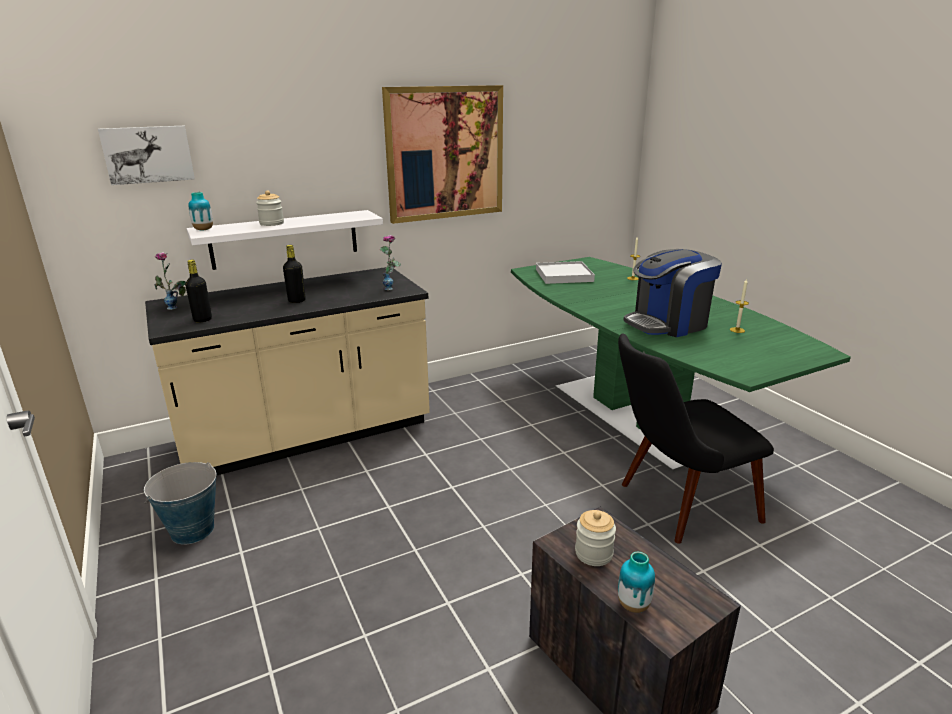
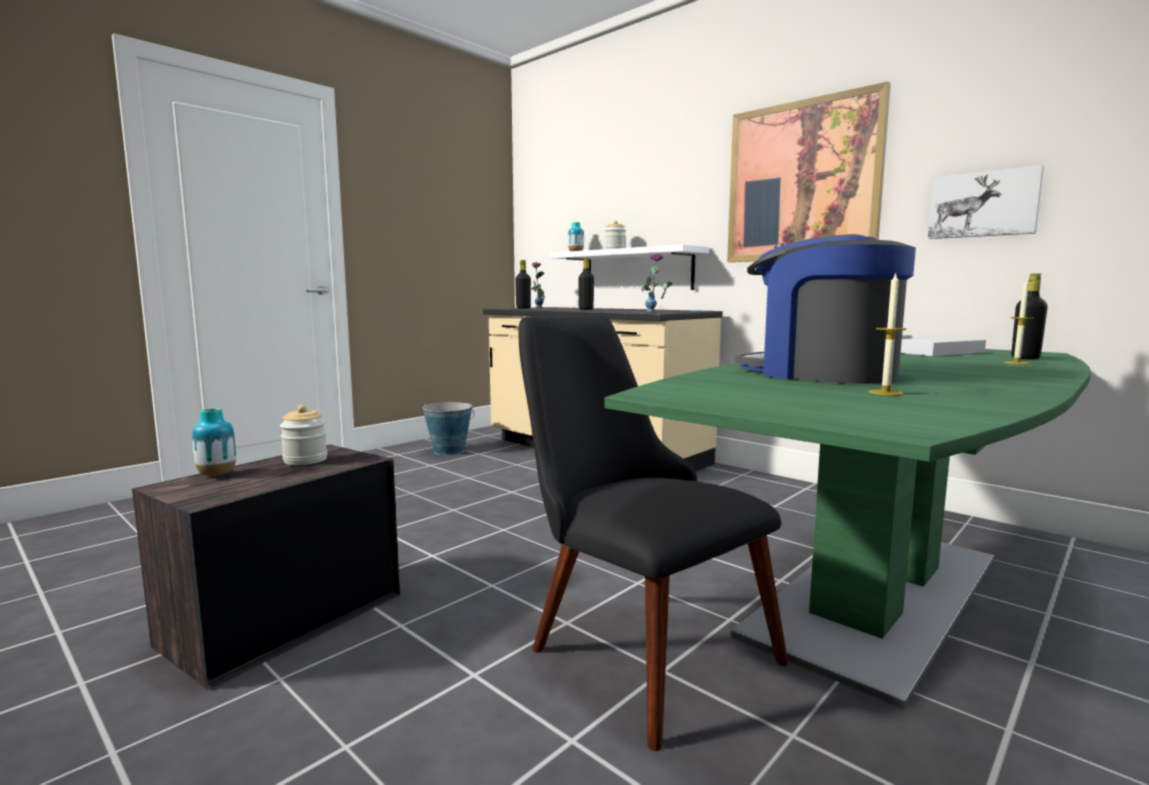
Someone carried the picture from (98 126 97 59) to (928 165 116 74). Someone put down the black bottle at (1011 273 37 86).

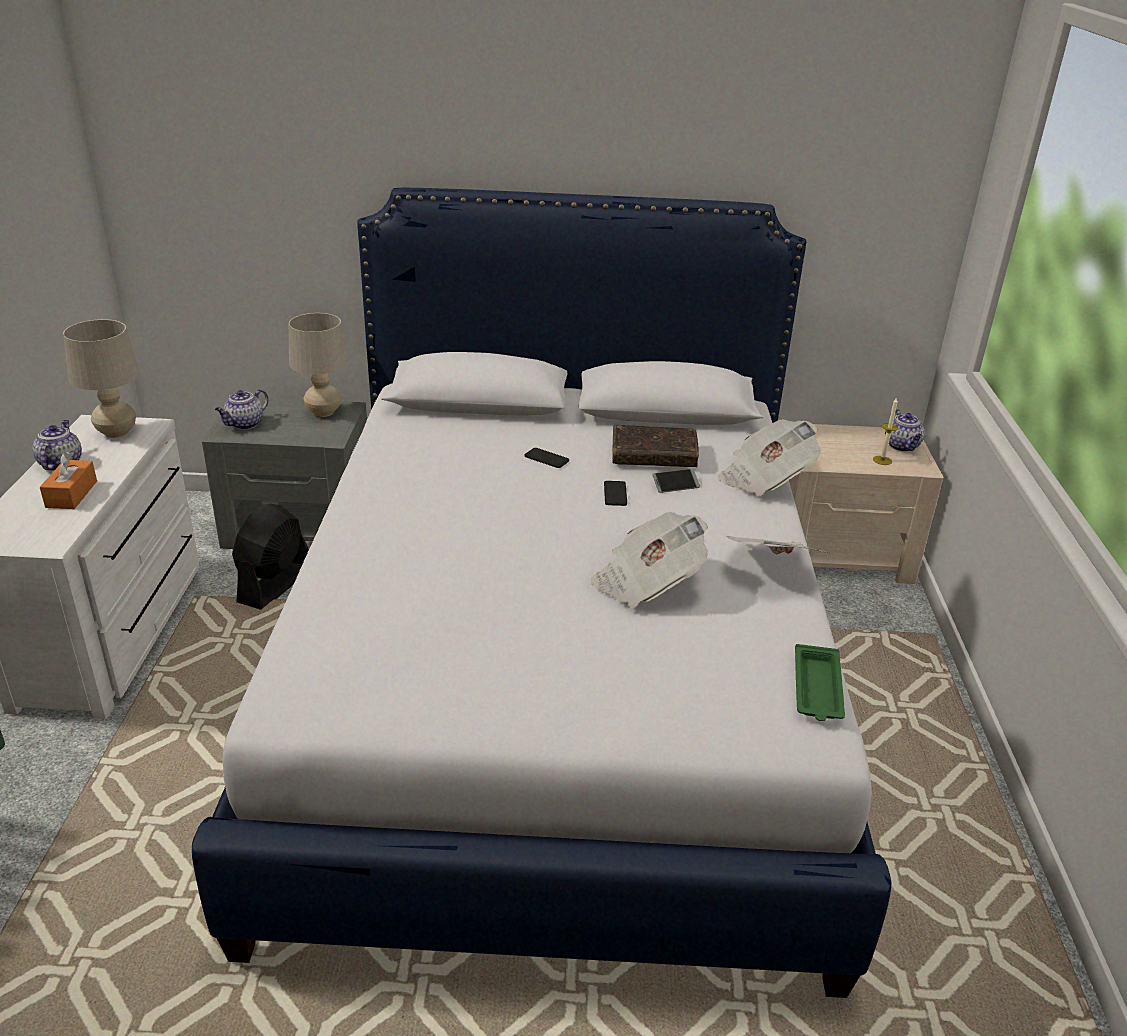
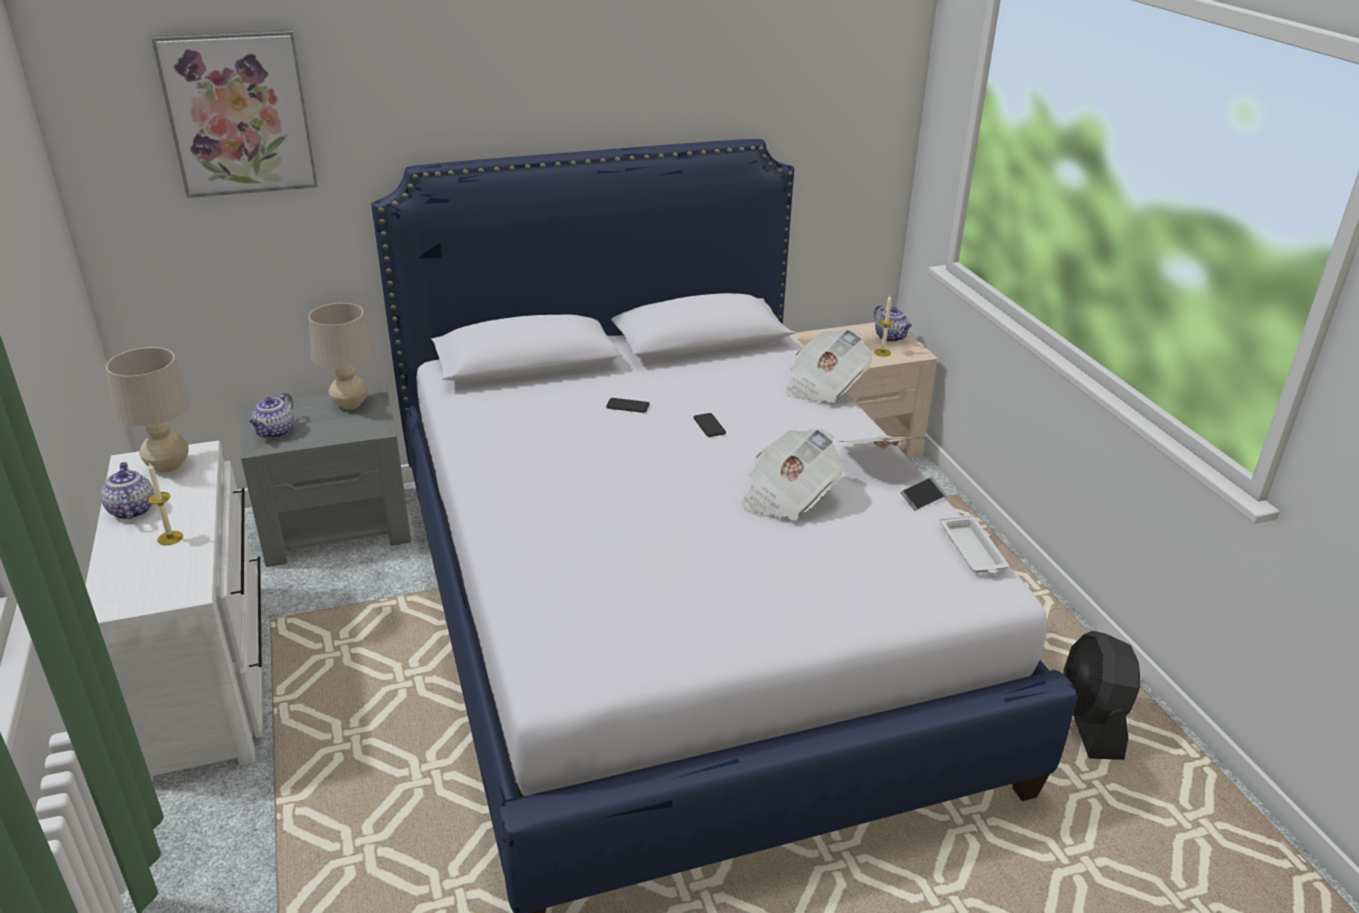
Someone swapped the orange tissue box at (40 451 57 58) for the candle at (148 463 35 82). Someone carried the black fan from (232 504 77 106) to (1064 631 76 129). Someone took away the brown book at (612 425 87 42). Someone carried the phone from (652 469 48 24) to (900 477 46 33). Someone repainted the green tray at (795 644 50 77), which became the white tray at (939 515 70 59). Someone put up the picture at (151 29 167 169).

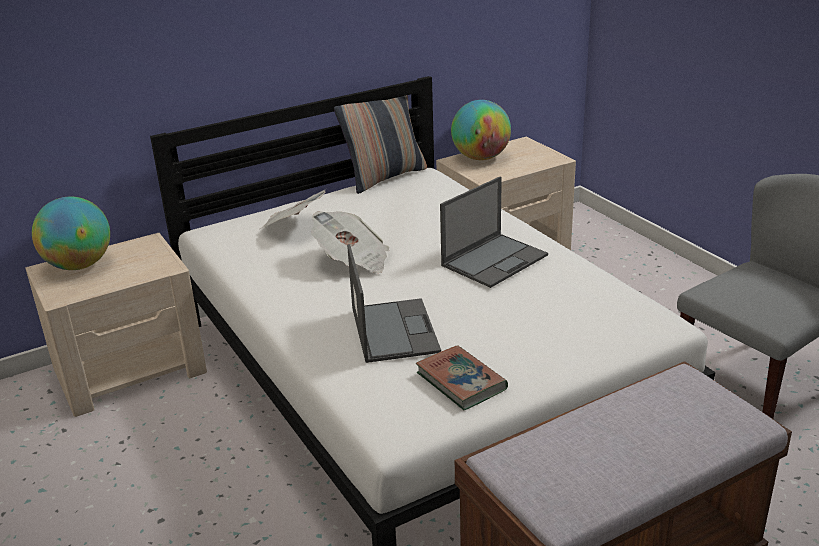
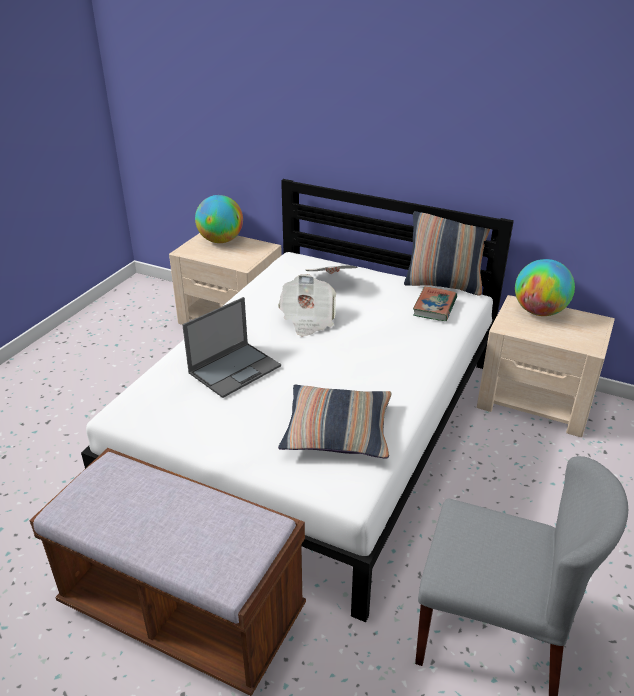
Someone carried the book from (416 345 92 65) to (413 286 44 35). Someone took away the laptop at (440 177 108 111). Someone put down the pillow at (278 385 114 74).

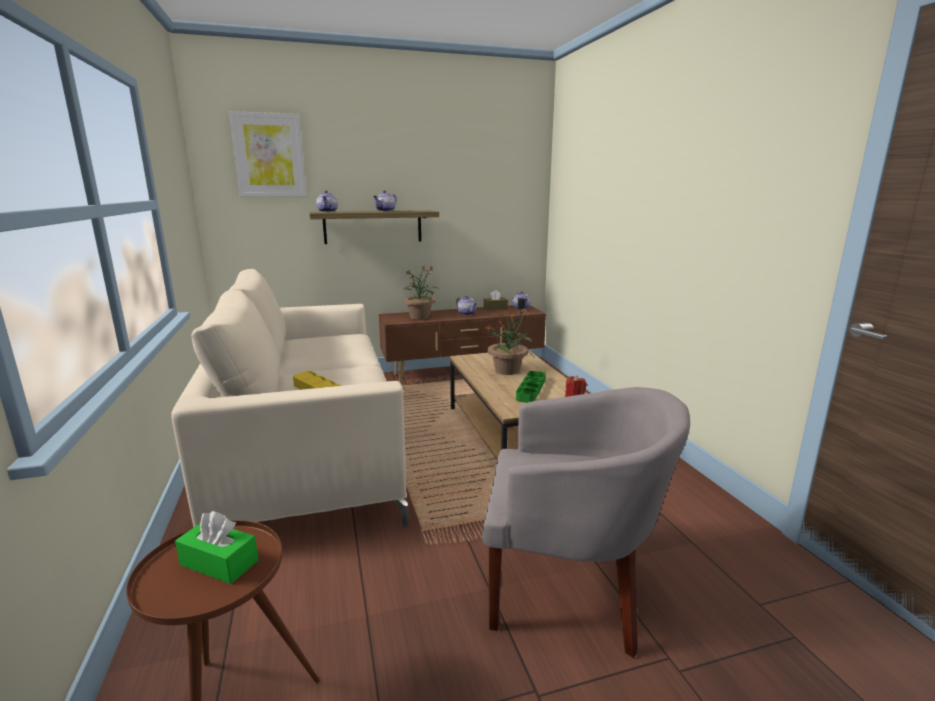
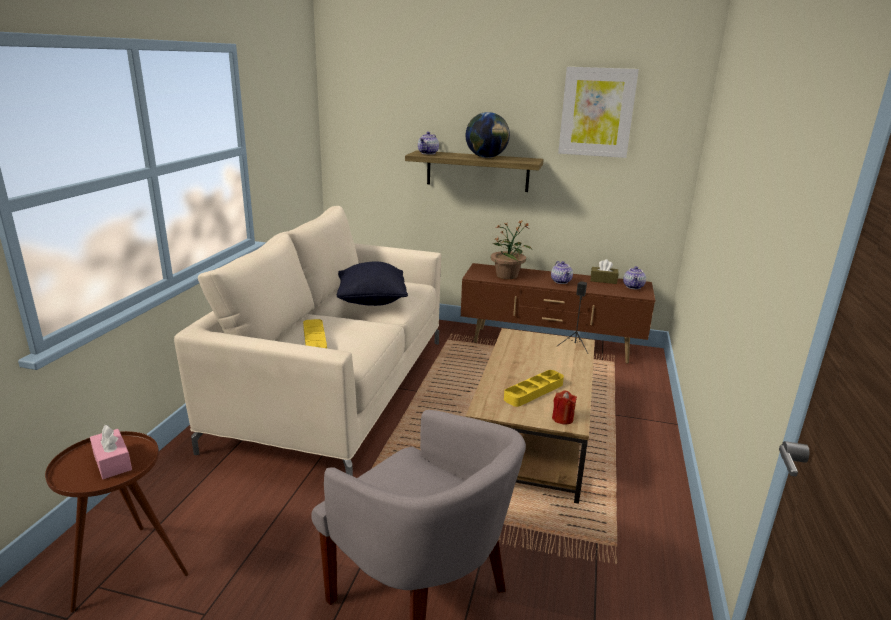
Someone repainted the green tissue box at (175 511 84 73), which became the pink tissue box at (90 425 42 54). Someone carried the picture from (229 111 78 86) to (558 67 81 91). Someone swapped the teapot at (373 190 24 22) for the globe at (466 112 44 46). Someone took away the potted plant at (486 308 47 67). Someone repainted the green tray at (516 371 30 32), which became the yellow tray at (504 370 60 37). Someone put down the black pillow at (336 262 72 44).

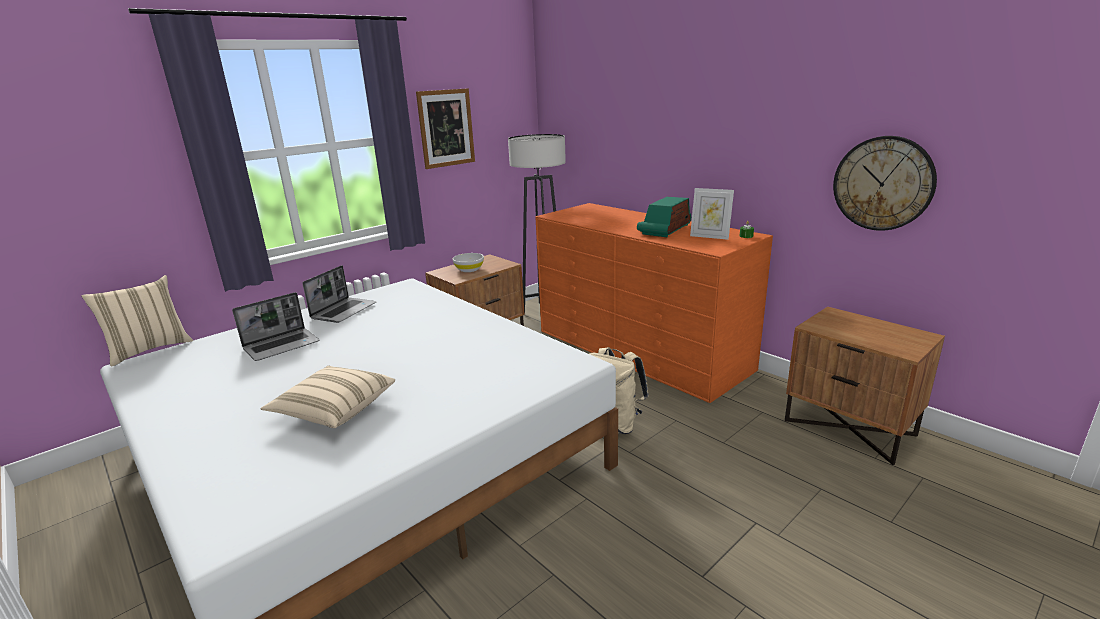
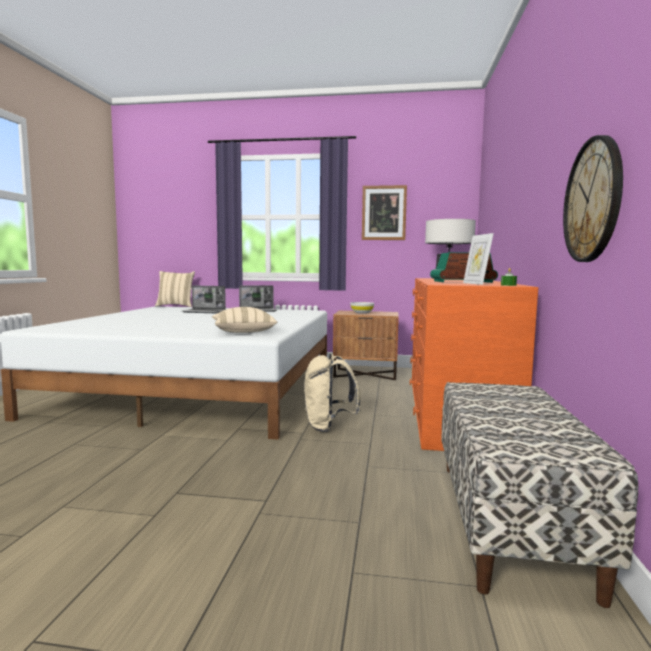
Someone carried the beige pillow from (261 366 134 62) to (212 307 65 26). Someone swapped the brown nightstand at (785 307 160 158) for the bench at (441 382 197 226).

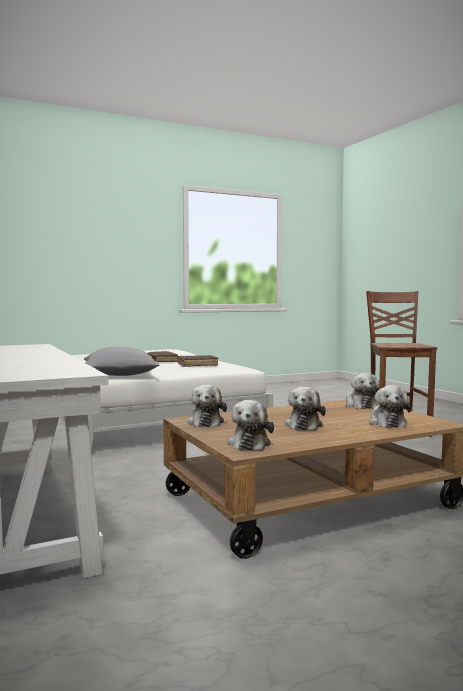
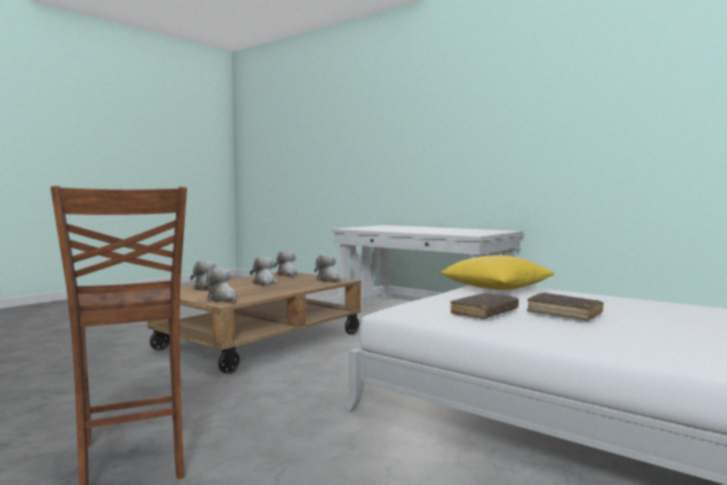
Someone repainted the grey pillow at (84 346 75 30), which became the yellow pillow at (439 255 115 35).

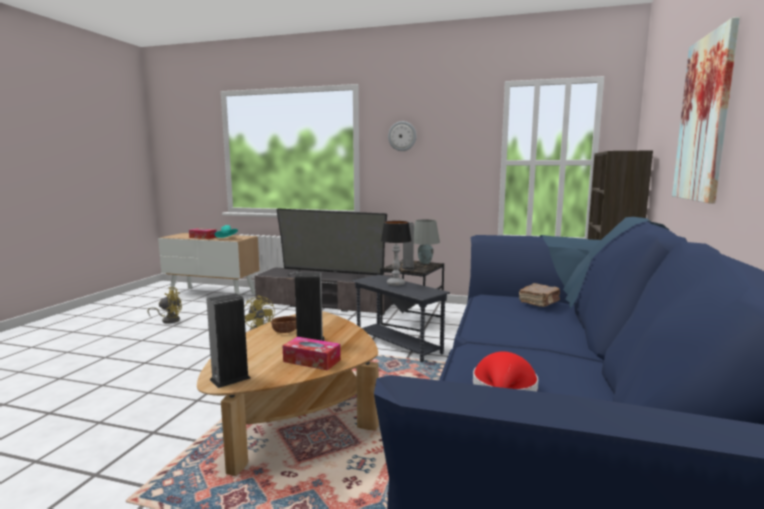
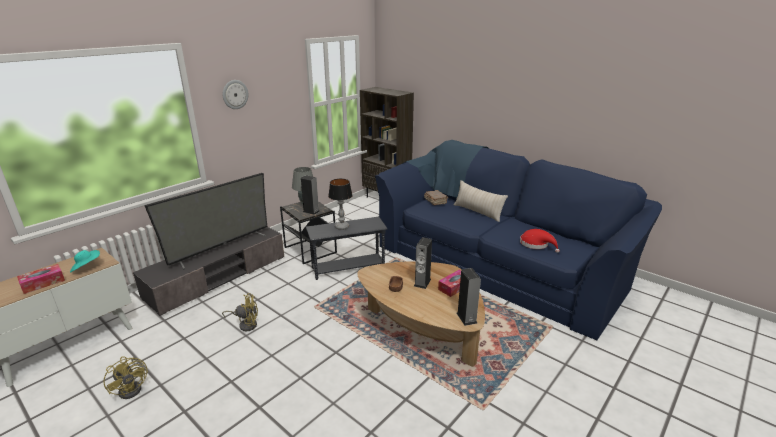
Someone rotated the yellow fan at (147 287 35 37) by 120 degrees clockwise. Someone took away the picture at (672 17 68 186). Someone put down the beige pillow at (454 180 54 42).

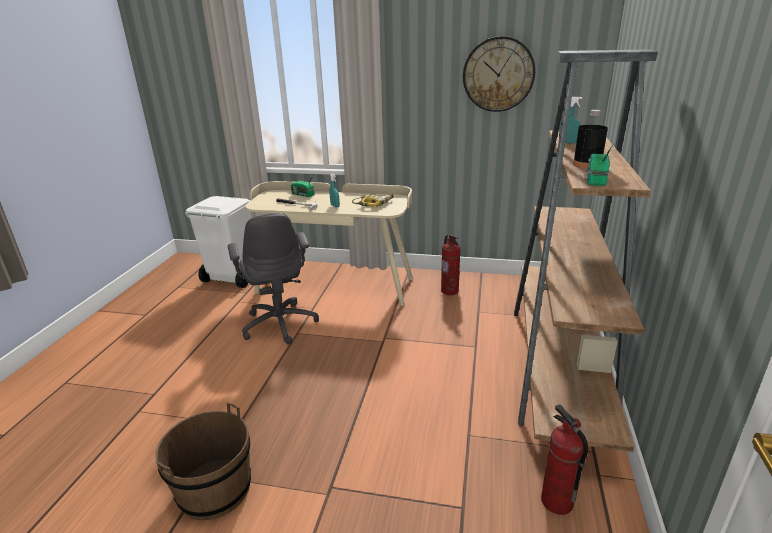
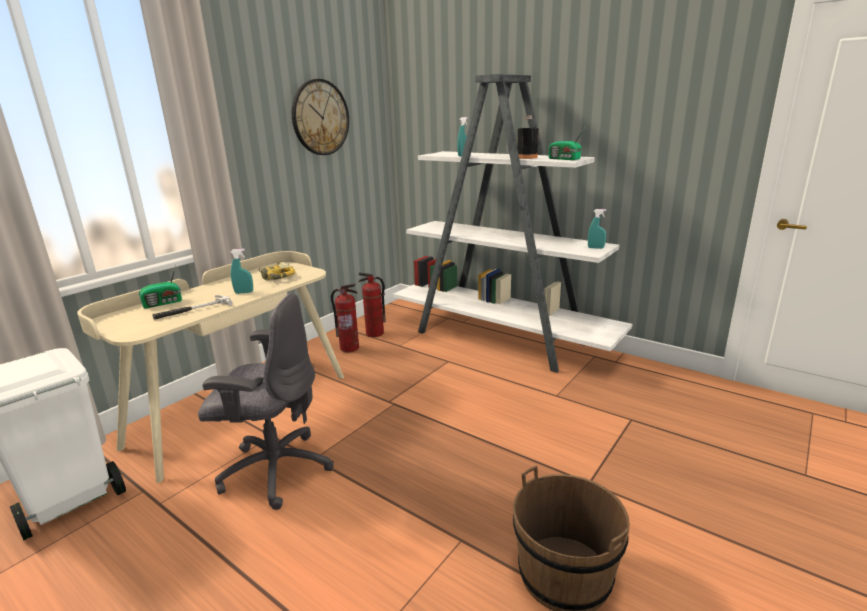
Someone repainted the brown bookcase at (514 49 144 403), which became the white bookcase at (393 74 239 299). Someone carried the fire extinguisher from (541 404 47 111) to (359 273 27 64). Someone put down the turquoise spray bottle at (588 209 18 40).

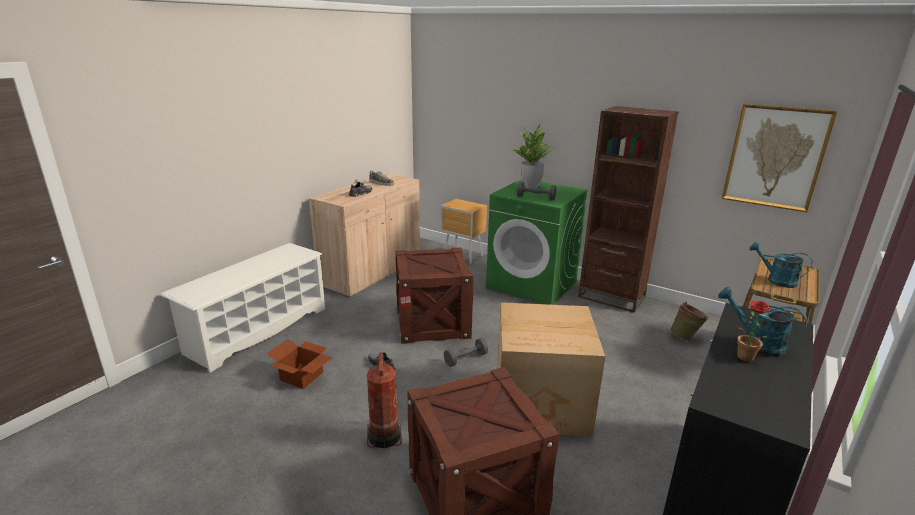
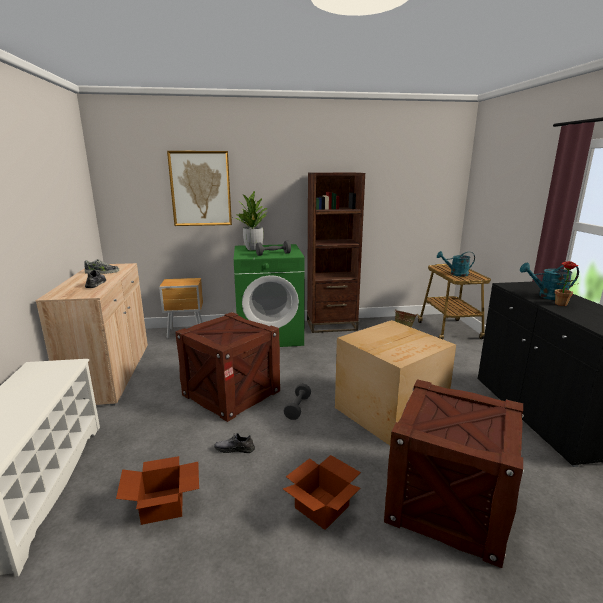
Someone swapped the fire extinguisher at (366 352 36 96) for the cardboard box at (283 455 78 75). Someone carried the picture from (722 104 115 108) to (167 151 65 75).

